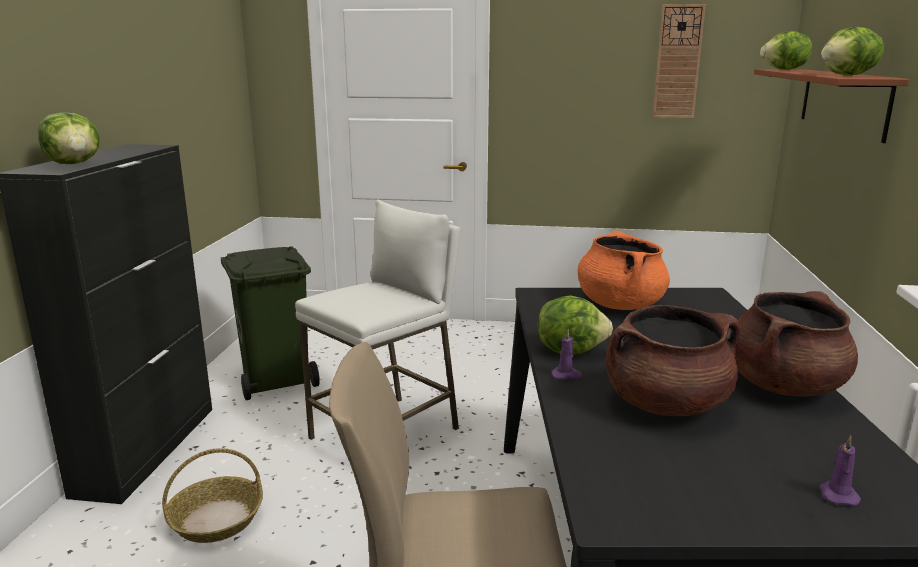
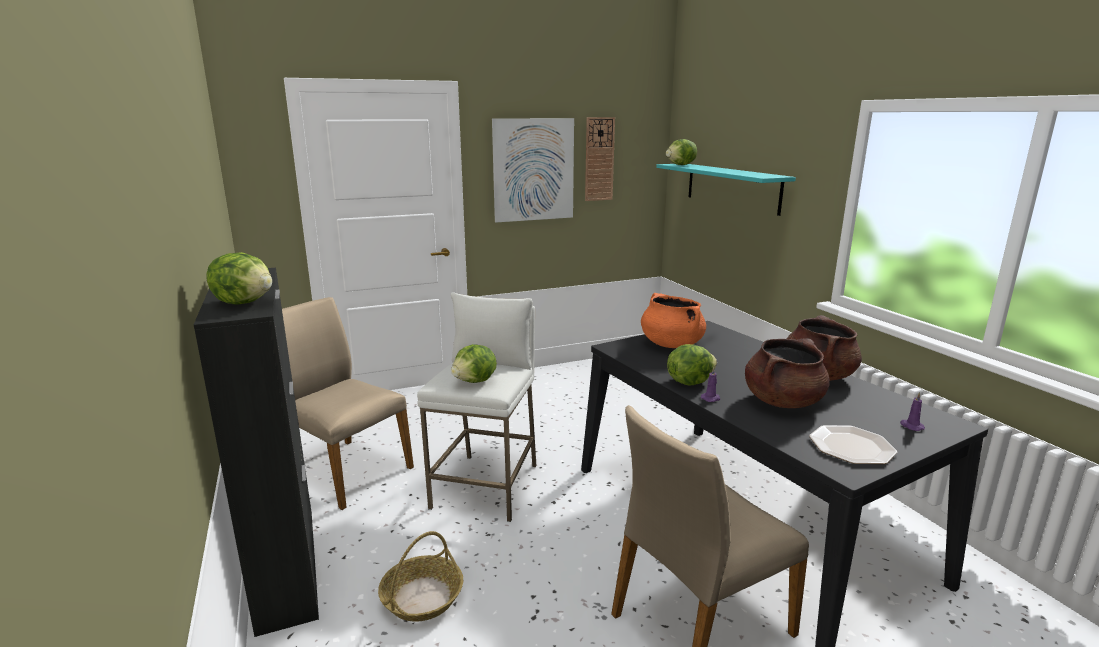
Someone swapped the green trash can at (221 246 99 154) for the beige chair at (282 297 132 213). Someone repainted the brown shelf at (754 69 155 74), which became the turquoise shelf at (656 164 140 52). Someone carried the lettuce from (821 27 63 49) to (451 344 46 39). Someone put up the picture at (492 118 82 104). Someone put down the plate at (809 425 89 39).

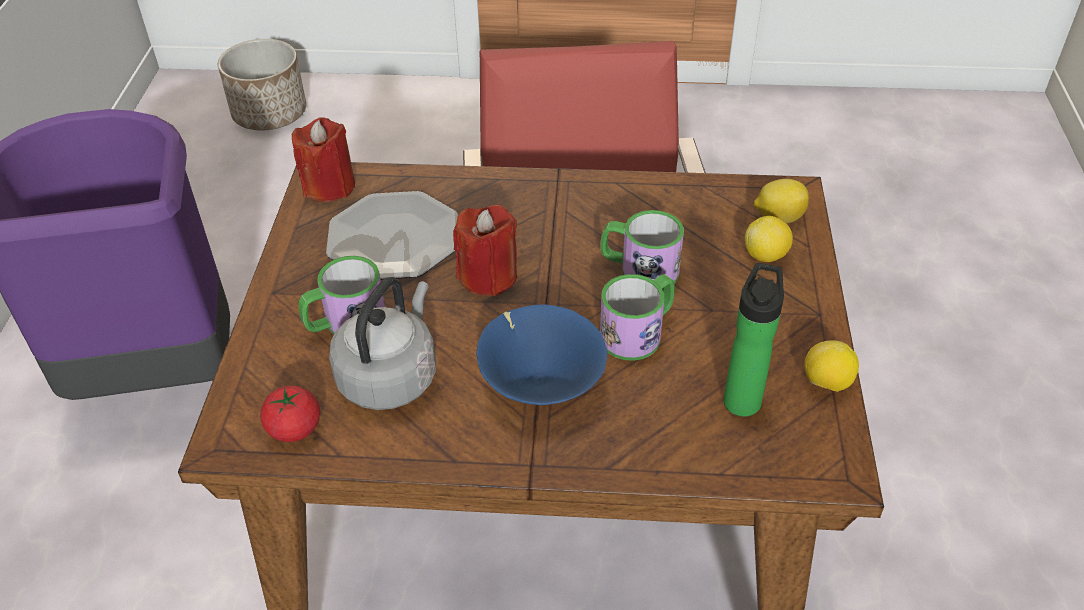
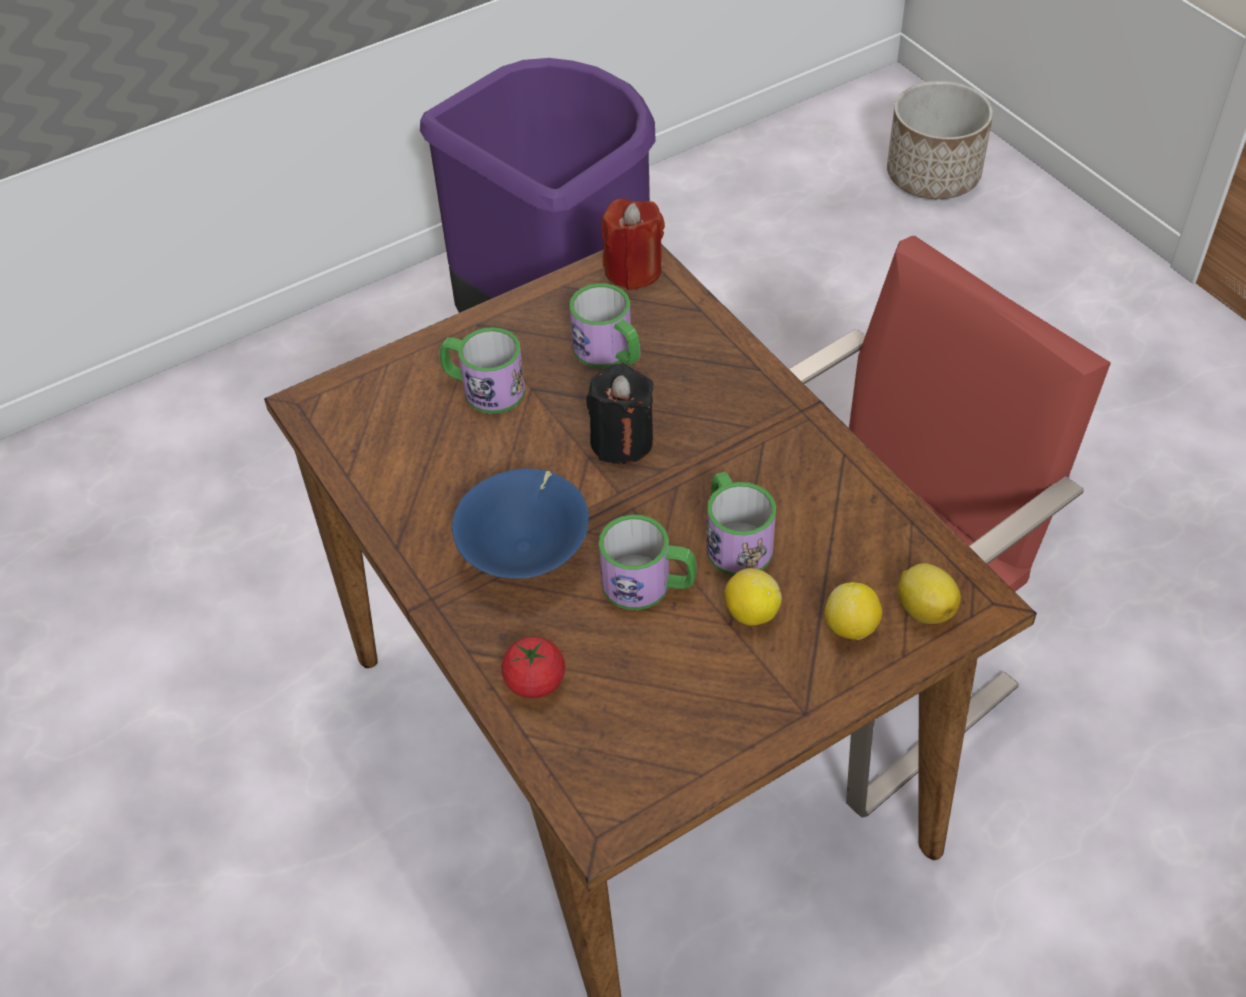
Someone carried the tomato from (260 386 60 56) to (501 637 64 61). Someone swapped the plate at (326 191 132 89) for the mug at (569 283 71 85). Someone took away the grey kettle at (329 277 107 133). Someone repainted the red candle at (453 204 64 93), which became the black candle at (586 364 68 100). Someone took away the bottle at (724 263 60 154). Someone carried the lemon from (804 340 55 52) to (724 568 58 58).

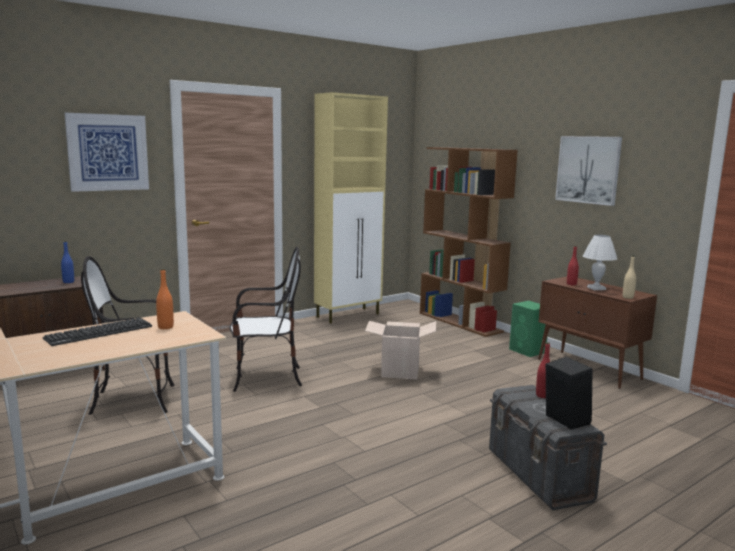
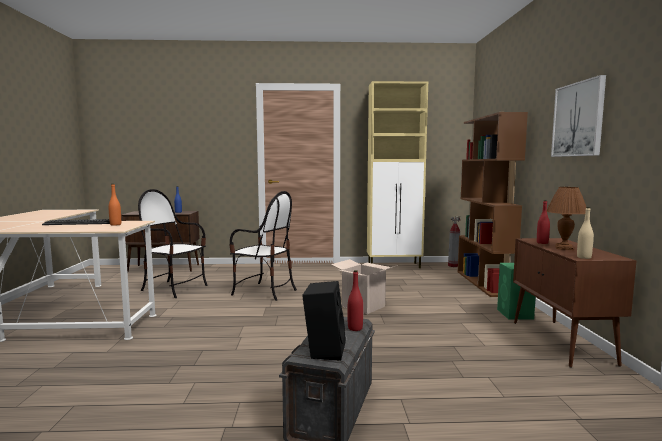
Someone took away the picture at (64 113 85 79). Someone repainted the white table lamp at (583 235 34 55), which became the brown table lamp at (546 187 40 63). Someone put down the fire extinguisher at (448 216 13 51).

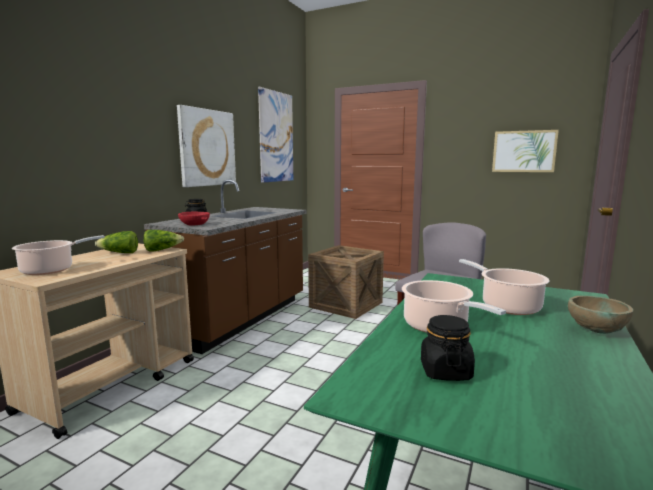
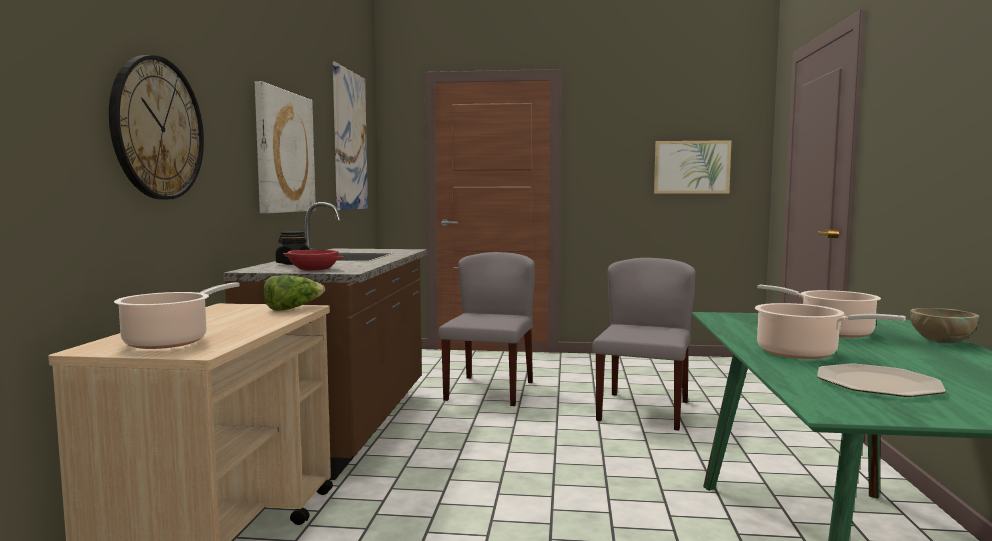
Someone took away the lettuce at (95 231 43 22). Someone swapped the crate at (308 245 76 74) for the grey chair at (438 252 97 154). Someone swapped the black jar at (421 315 54 66) for the plate at (817 364 129 33). Someone put up the wall clock at (109 55 95 145).

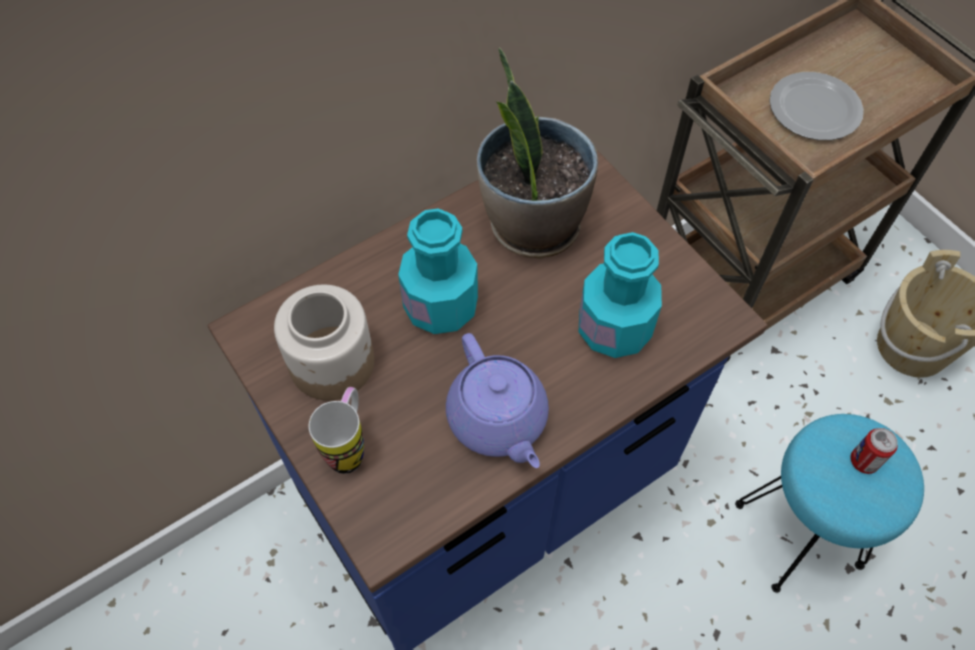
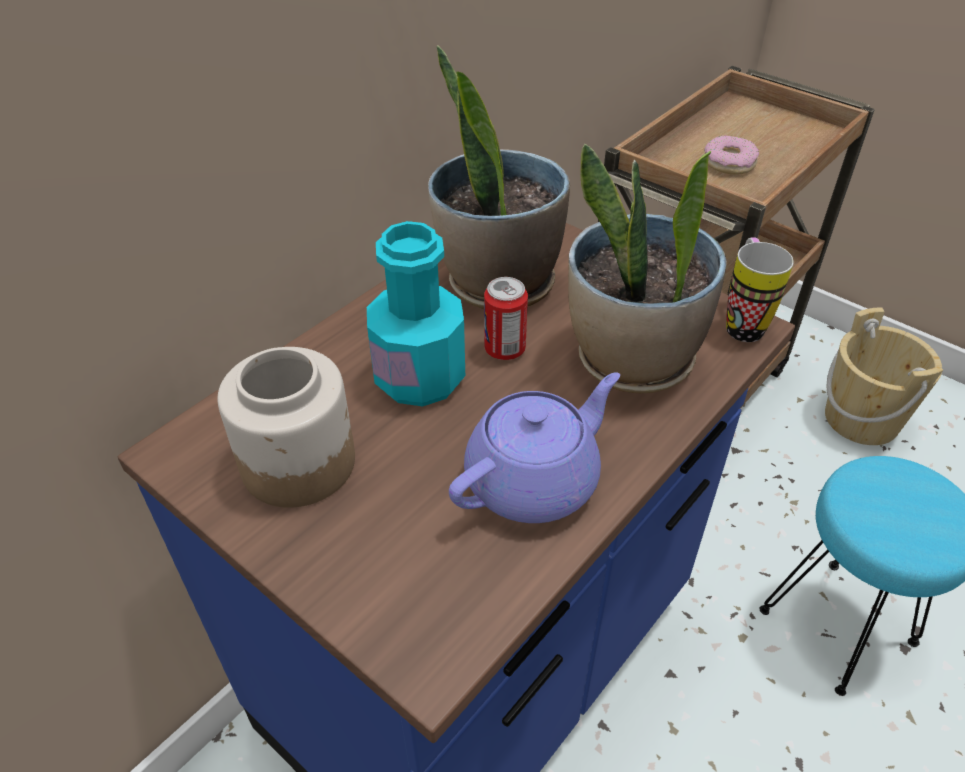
Someone carried the mug from (309 387 55 87) to (726 237 68 105). Someone rotated the purple teapot at (446 333 103 135) by 90 degrees counterclockwise. Someone swapped the turquoise bottle at (579 232 83 126) for the potted plant at (568 143 159 250). Someone swapped the plate at (770 72 94 68) for the donut at (704 135 55 39). Someone carried the can from (851 428 47 46) to (484 277 44 83).

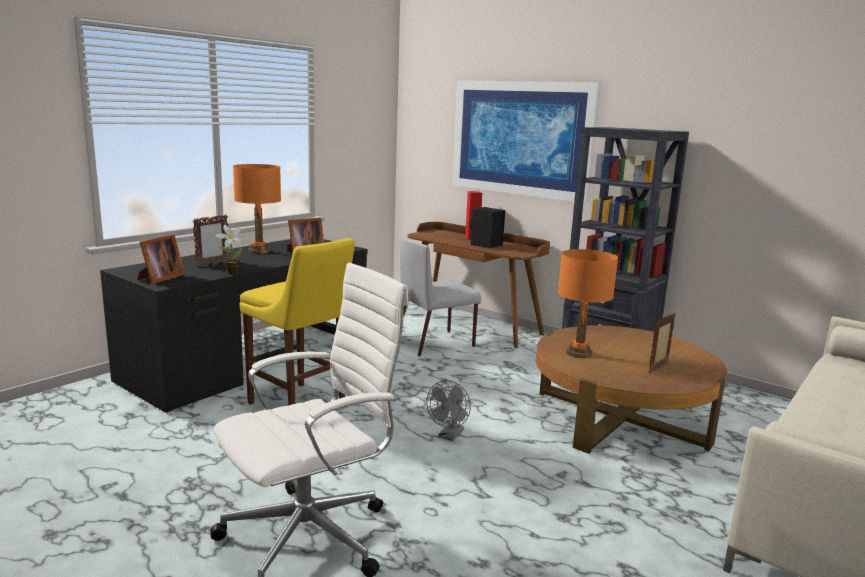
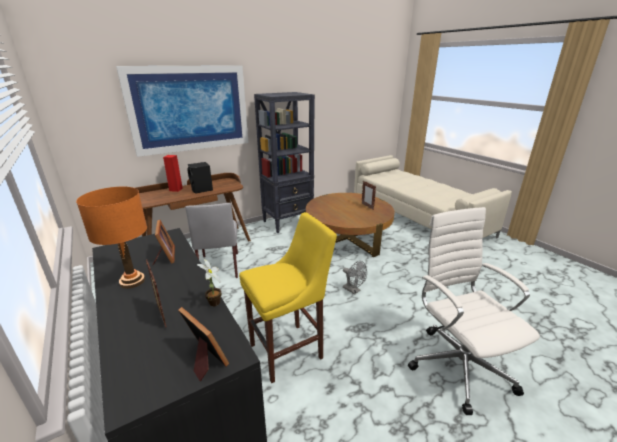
Someone took away the orange table lamp at (558 249 60 109).

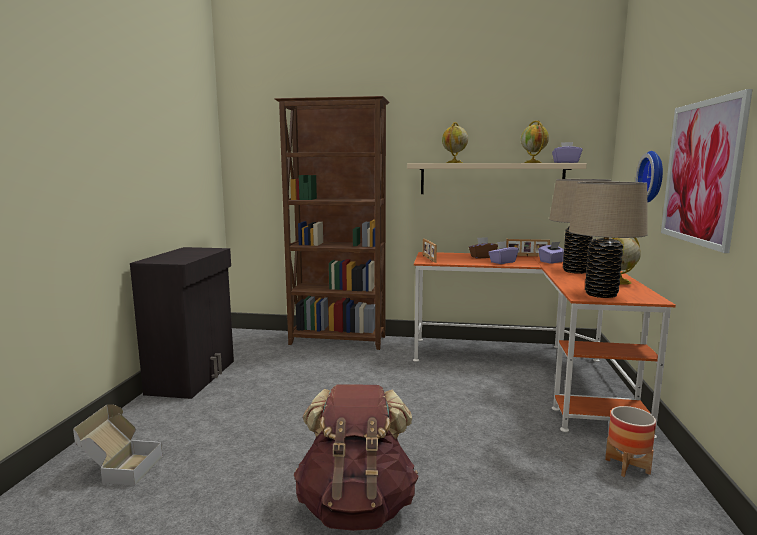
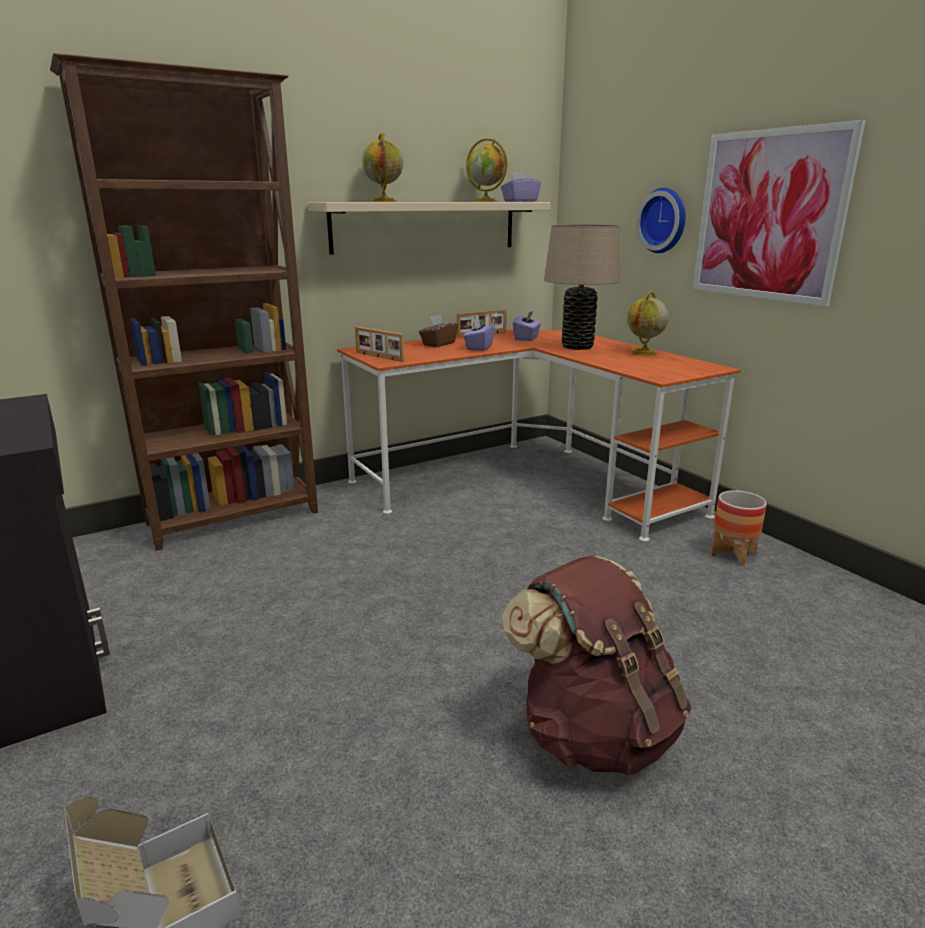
Someone took away the beige table lamp at (569 181 79 117).

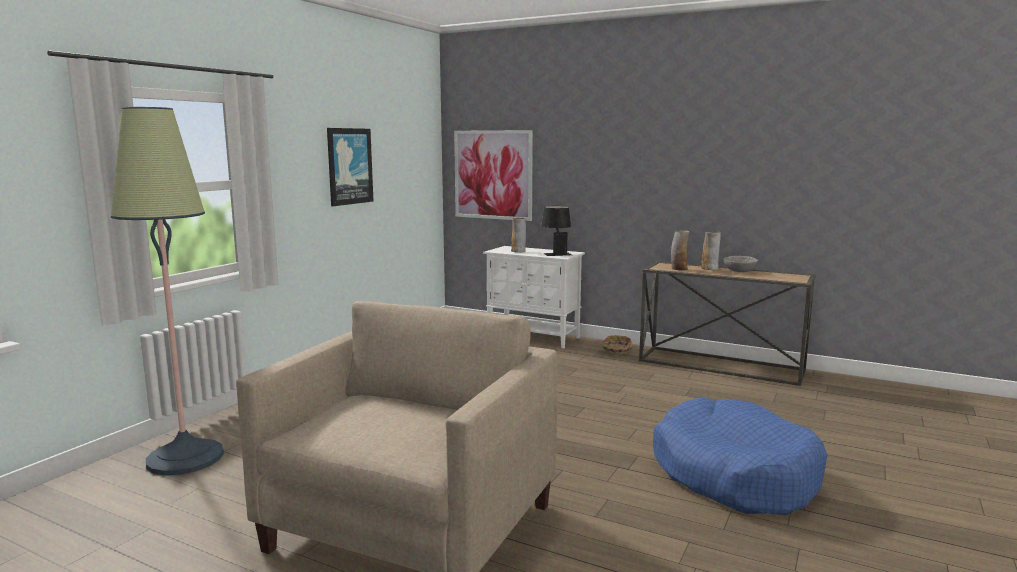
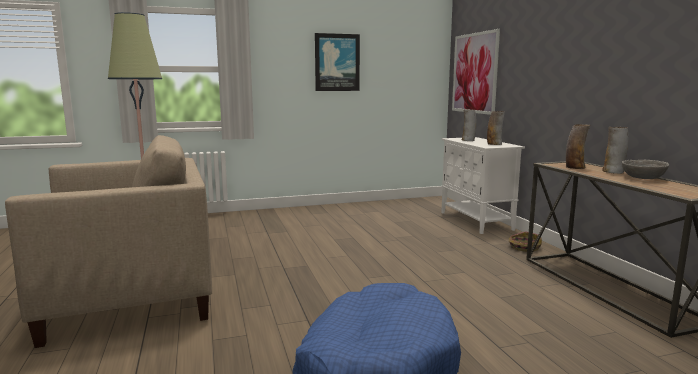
Someone swapped the black table lamp at (541 206 31 50) for the vase at (487 111 17 34).

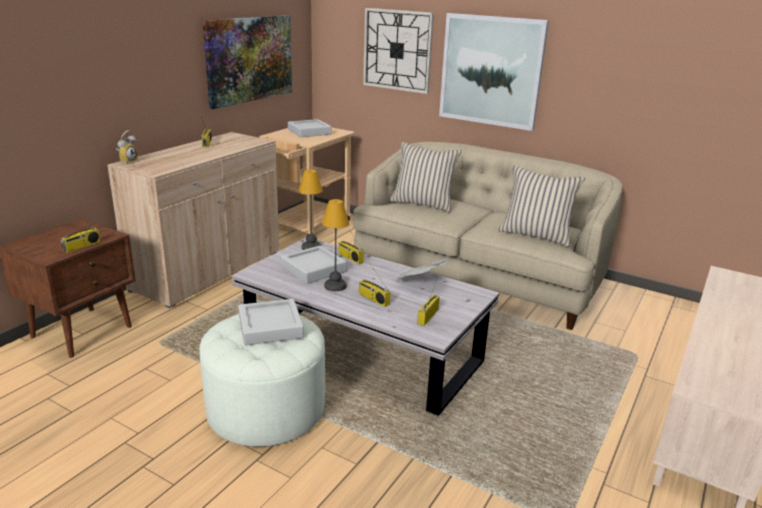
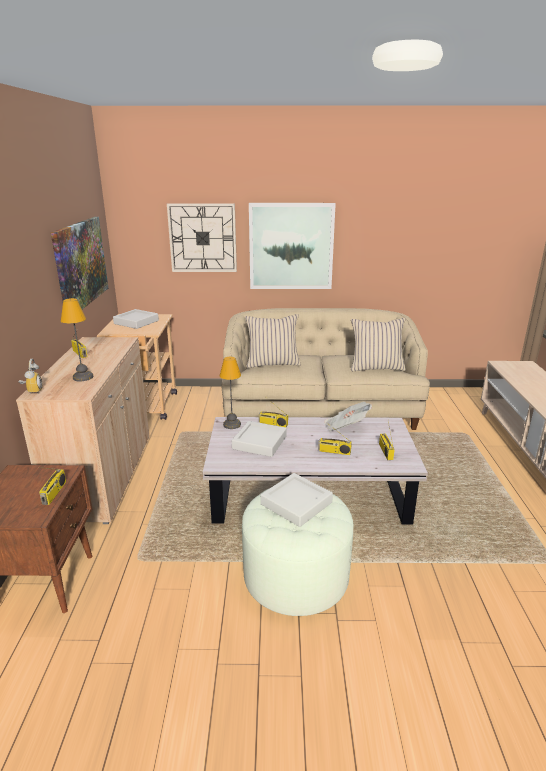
Someone carried the table lamp from (322 199 27 92) to (61 298 32 83).

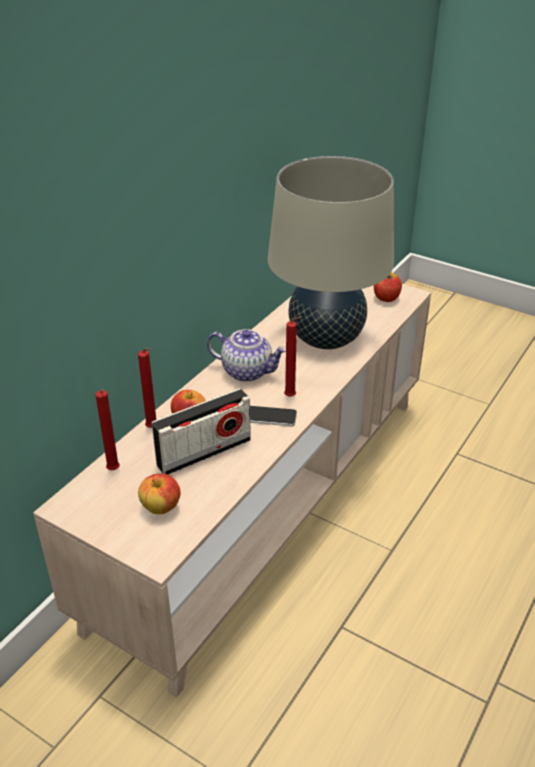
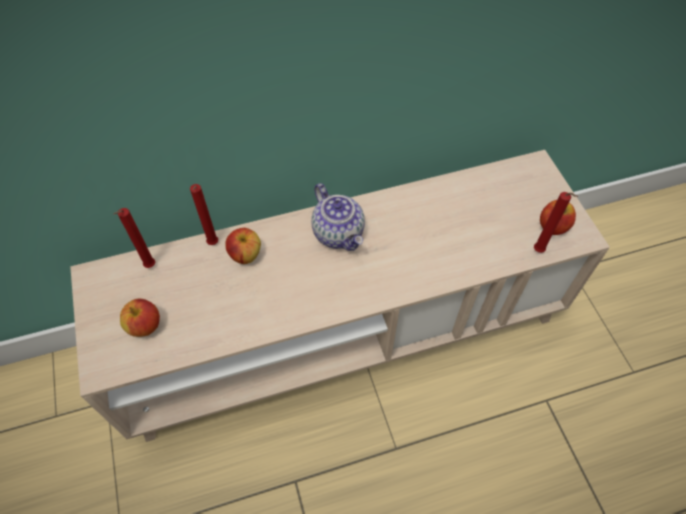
Someone took away the radio at (152 388 99 87). Someone took away the phone at (250 406 47 20). Someone took away the beige table lamp at (268 156 126 193). Someone carried the red candle from (284 316 18 81) to (534 192 44 61).

